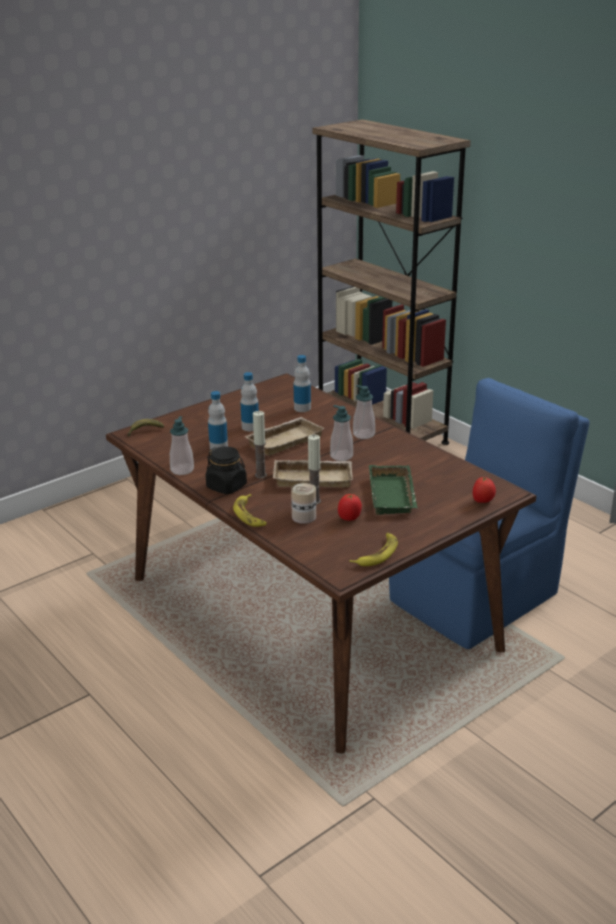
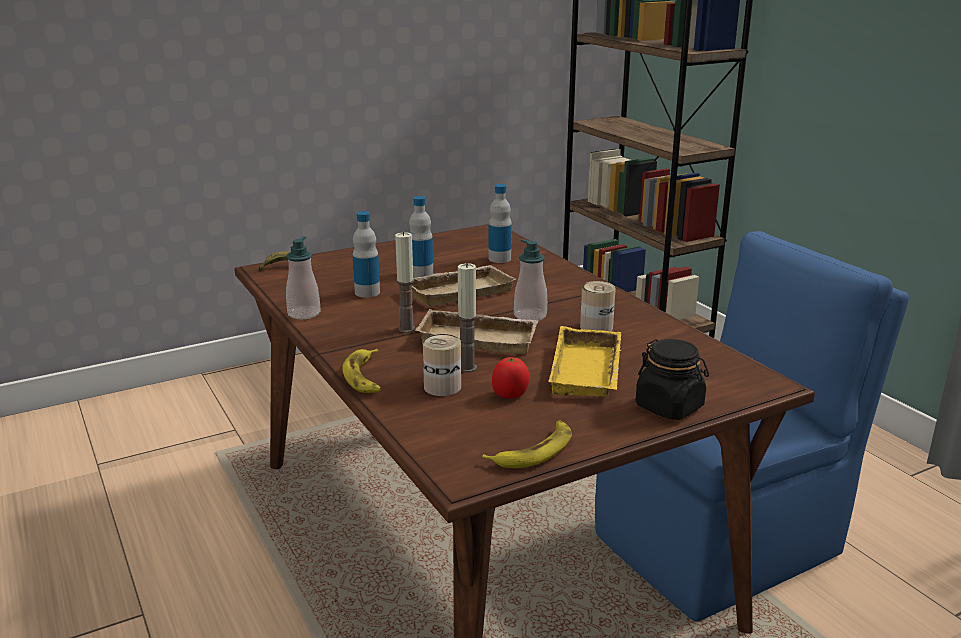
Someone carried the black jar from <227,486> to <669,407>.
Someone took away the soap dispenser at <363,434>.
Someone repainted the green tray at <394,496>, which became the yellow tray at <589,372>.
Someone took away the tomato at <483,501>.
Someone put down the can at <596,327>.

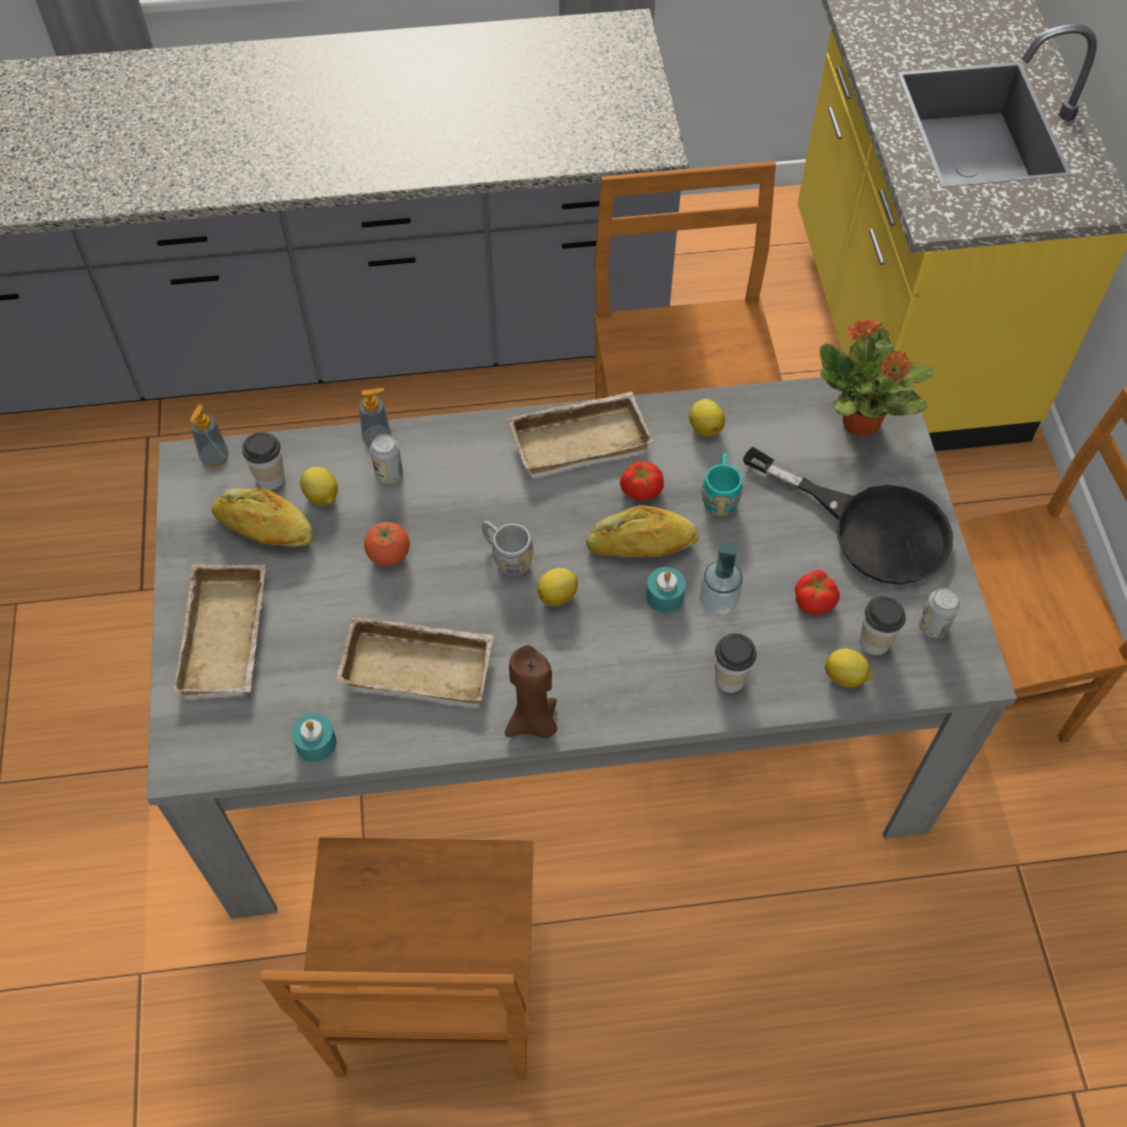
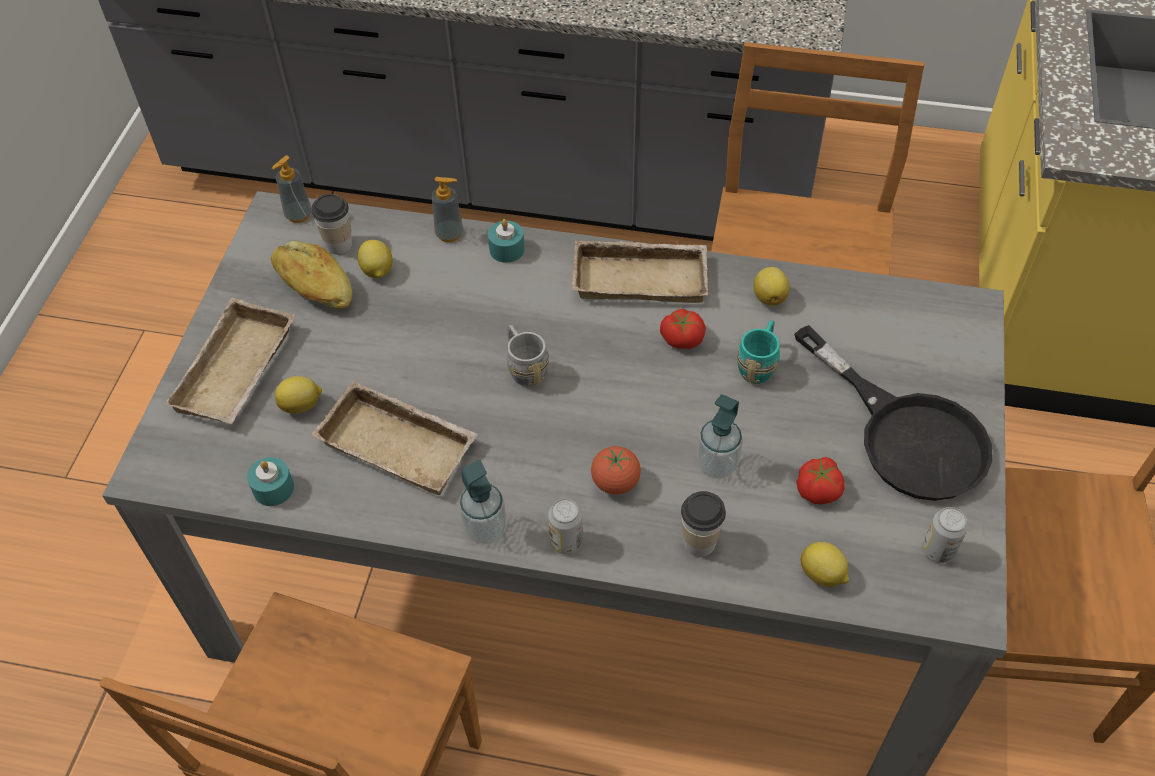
Someone carried the tomato from <389,555> to <615,482>.
Someone carried the can from <389,474> to <566,541>.
Someone swapped the brown candle at <534,722> for the soap dispenser at <485,529>.
Someone carried the lemon from <558,595> to <302,405>.
Someone took away the bread at <641,545>.
Someone carried the turquoise candle from <664,596> to <507,249>.
Someone took away the potted plant at <861,423>.
Someone took away the cup at <874,642>.

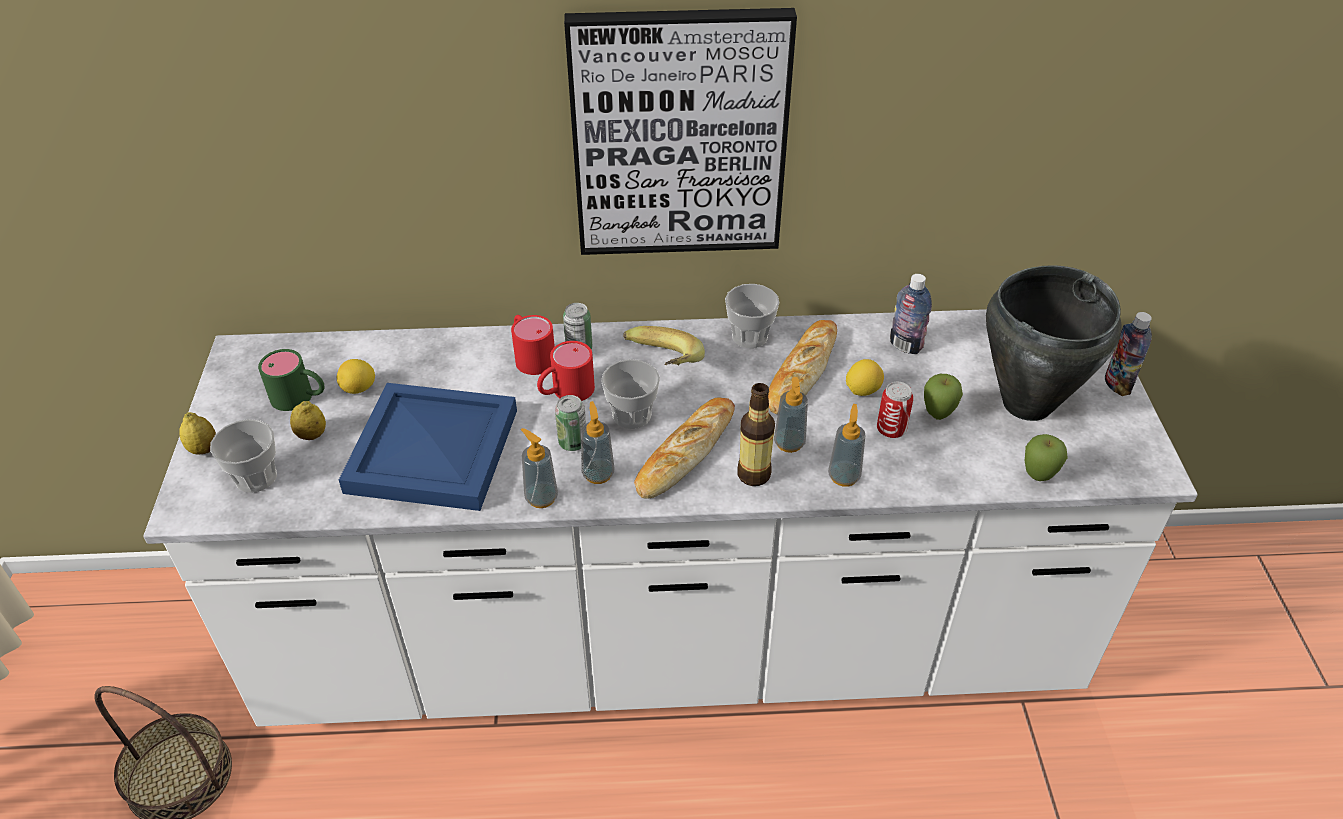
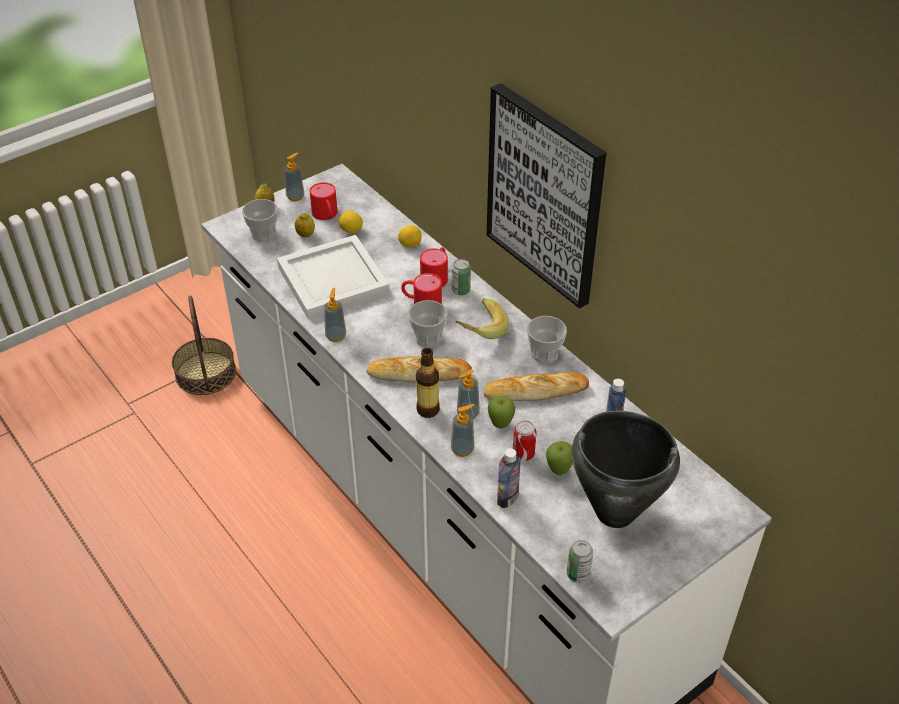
Someone repainted the green mug at <300,398>, which became the red mug at <326,215>.
Someone repainted the blue tray at <435,449>, which became the white tray at <335,280>.
Someone carried the can from <573,442> to <578,574>.
Someone carried the soap dispenser from <598,474> to <295,196>.
Someone carried the lemon from <862,390> to <410,245>.
Someone carried the apple from <1037,477> to <500,425>.
Someone carried the bottle from <1117,385> to <507,498>.

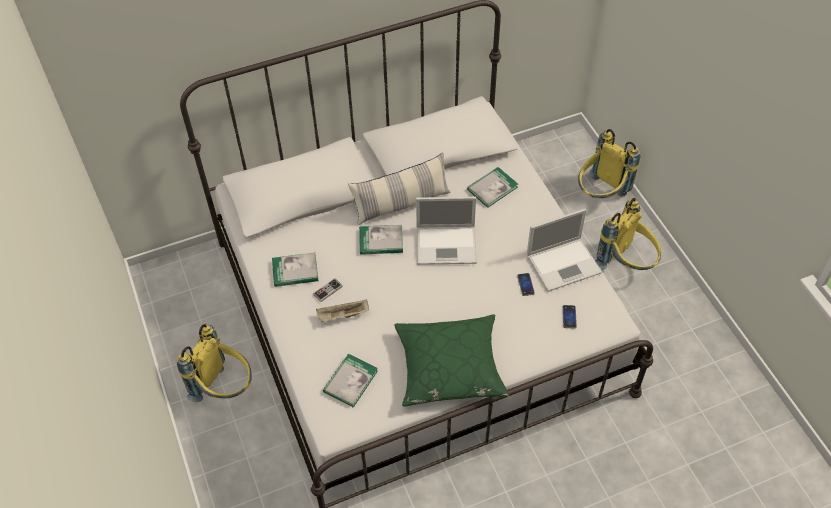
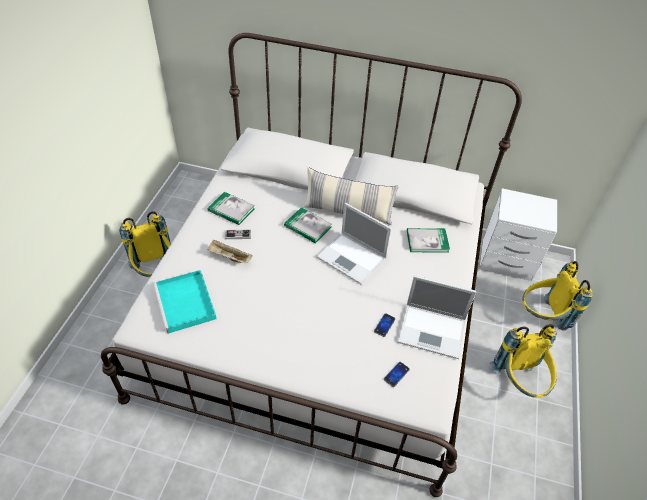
Someone swapped the book at <350,381> for the turquoise tray at <186,304>.
Someone took away the green pillow at <449,367>.
Someone put down the white nightstand at <507,261>.

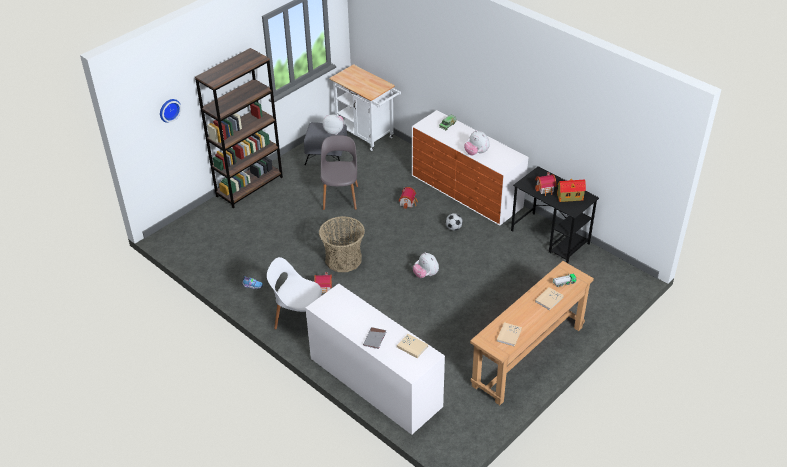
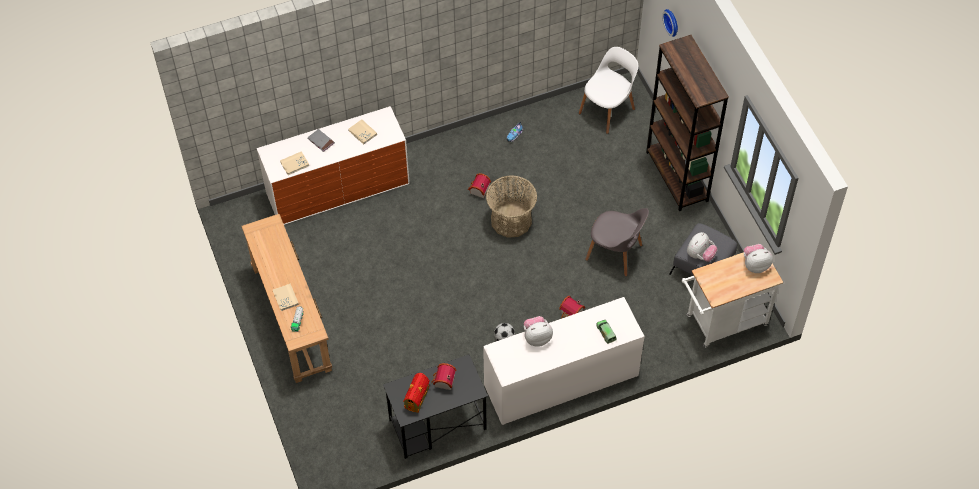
Someone carried the white chair from <299,319> to <607,110>.
Someone carried the plush toy from <425,275> to <755,265>.
Someone carried the beige book from <509,335> to <362,132>.

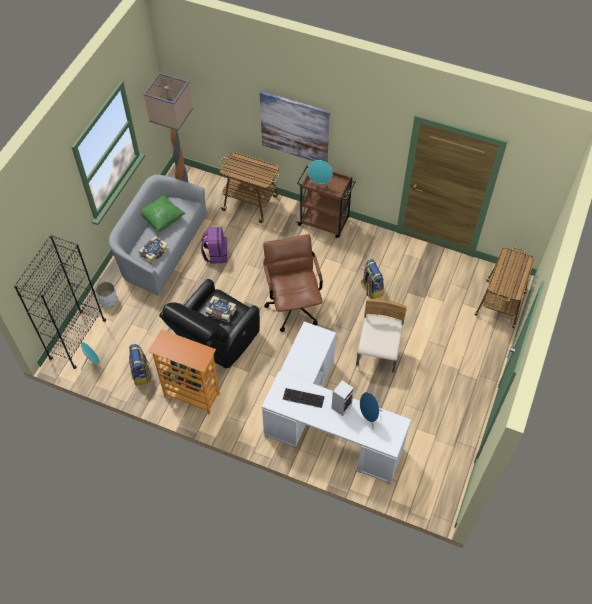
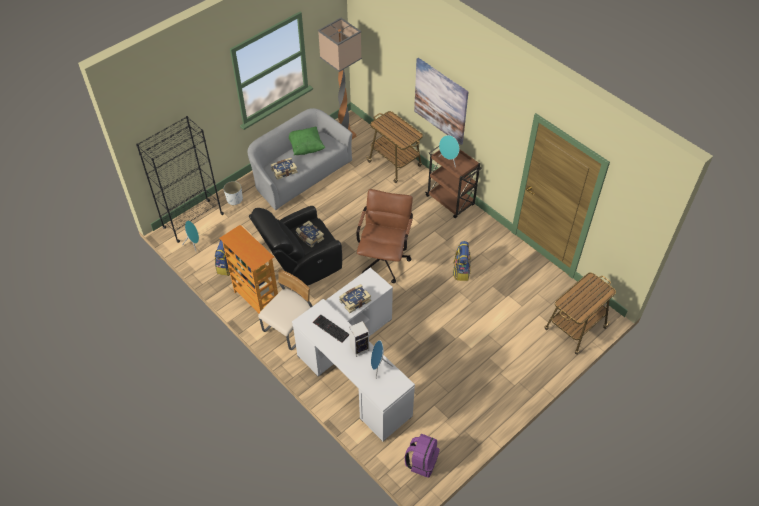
Someone carried the purple backpack from <215,254> to <421,462>.
Someone carried the beige chair from <378,352> to <291,328>.
Someone put down the book at <354,300>.

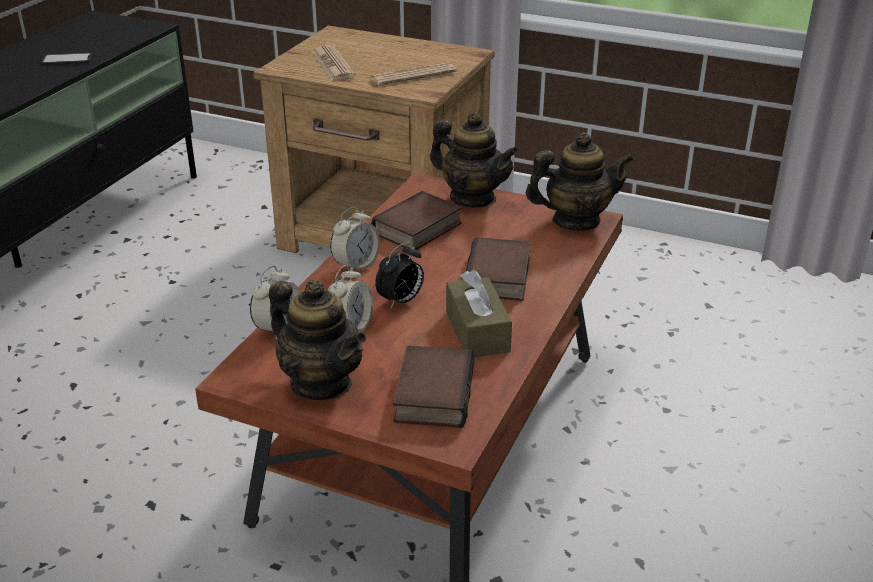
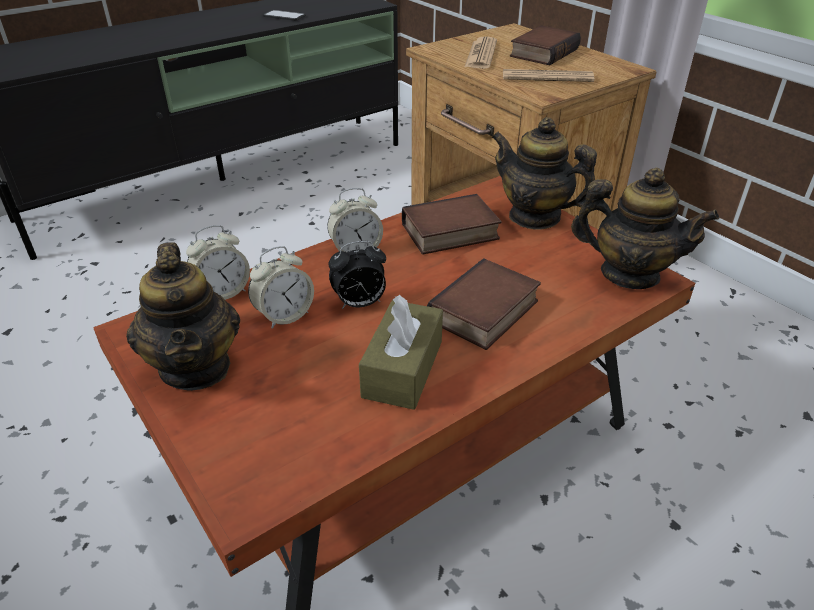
Someone carried the book from <431,393> to <542,52>.
Someone rotated the teapot at <472,198> by 150 degrees clockwise.

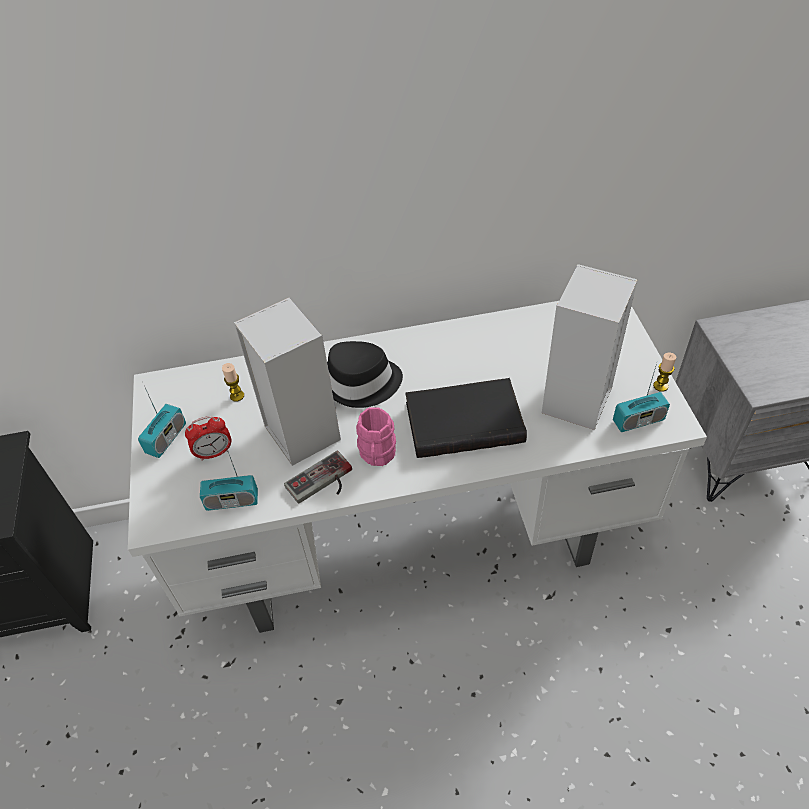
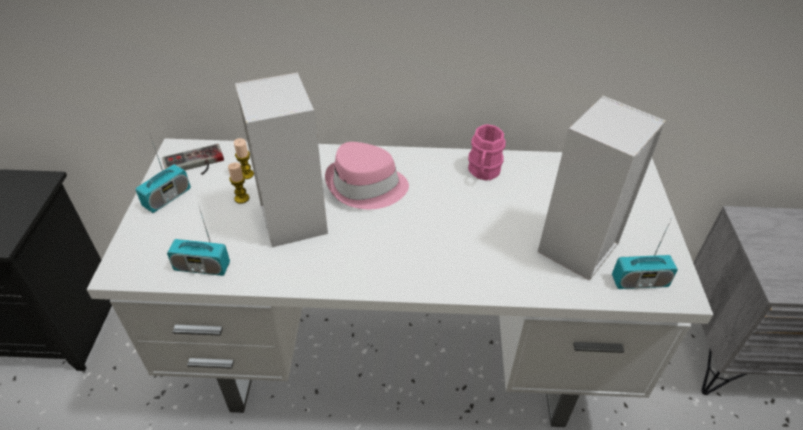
Someone took away the alarm clock at <214,453>.
Someone carried the game controller from <323,483> to <195,165>.
Someone repainted the black hat at <361,383>, which became the pink hat at <366,187>.
Someone carried the pink mug from <377,455> to <483,172>.
Someone took away the black book at <464,420>.
Someone carried the candle from <660,386> to <242,198>.

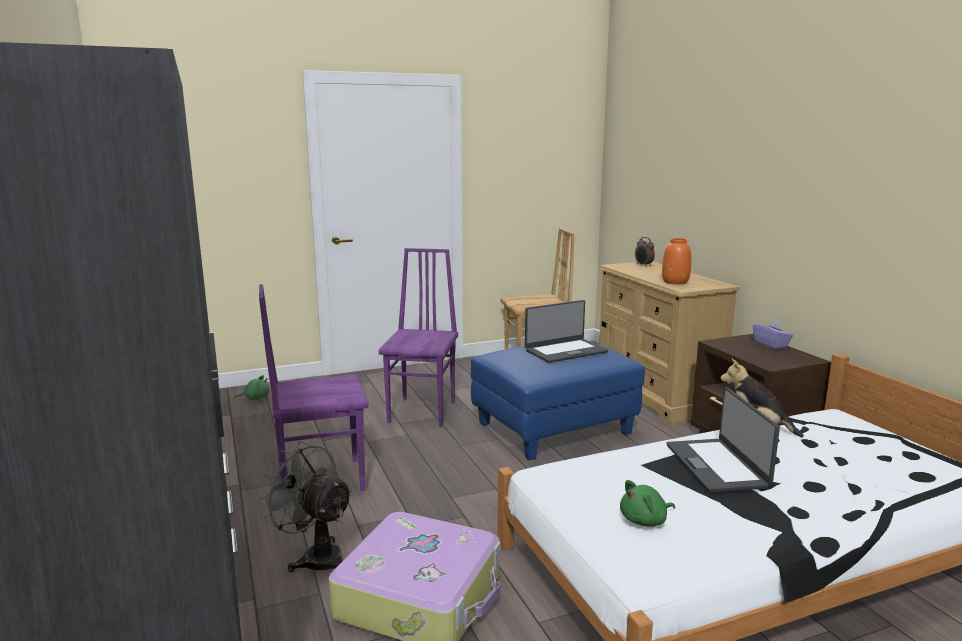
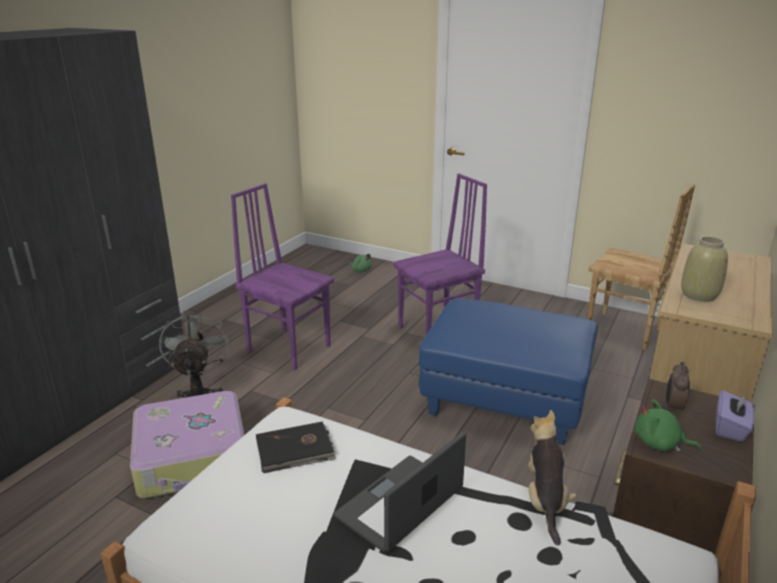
Someone took away the laptop at <565,351>.
Someone carried the green plush toy from <645,521> to <659,444>.
Someone carried the alarm clock from <643,265> to <673,407>.
Someone repainted the orange vase at <675,282>, which became the beige vase at <699,295>.
Someone put down the black book at <295,450>.

